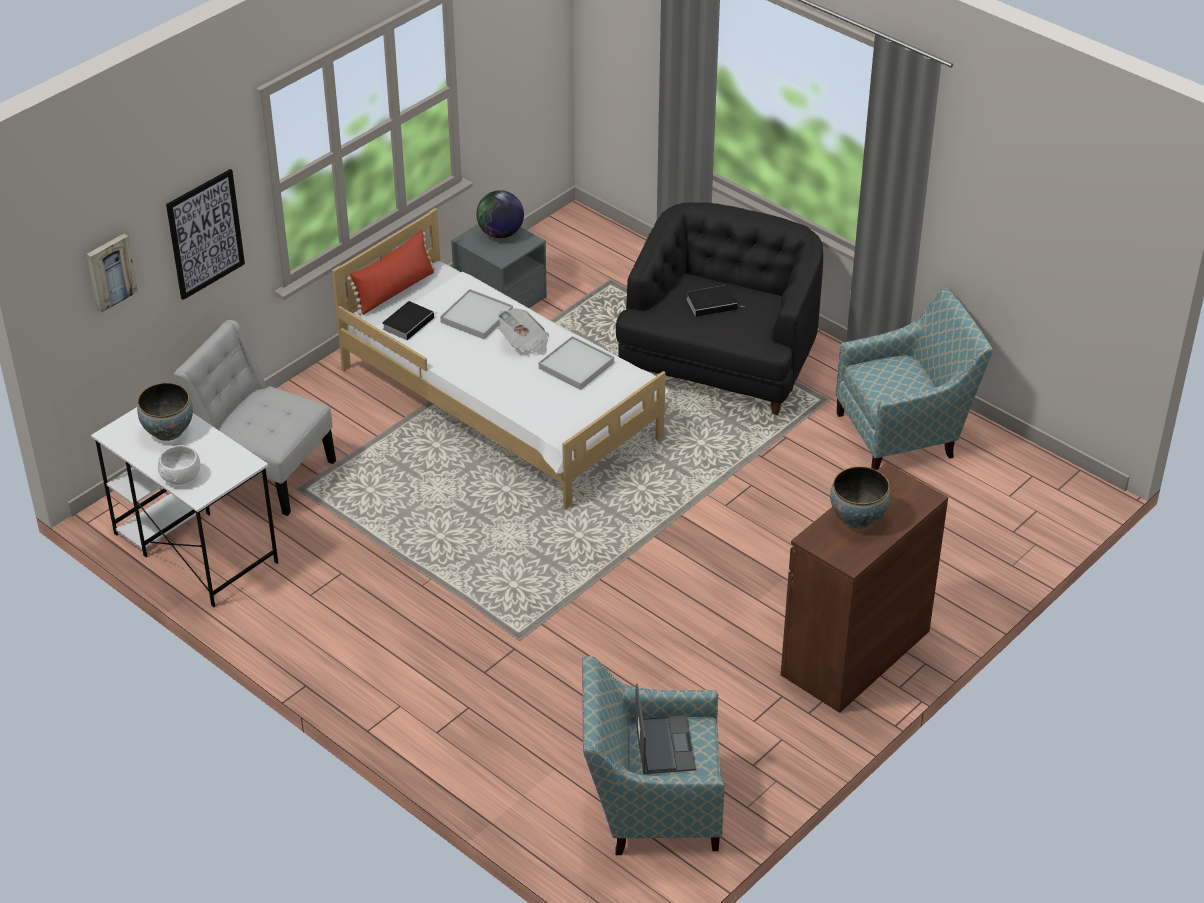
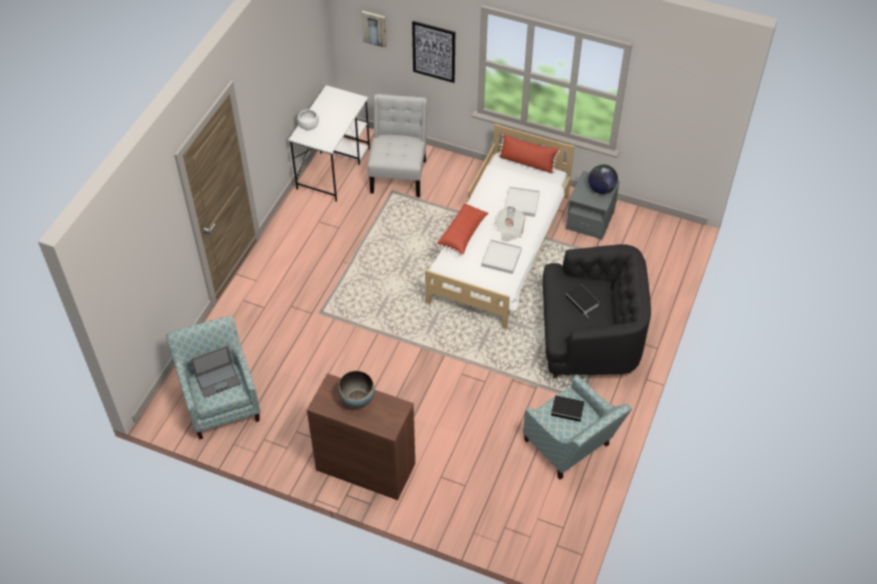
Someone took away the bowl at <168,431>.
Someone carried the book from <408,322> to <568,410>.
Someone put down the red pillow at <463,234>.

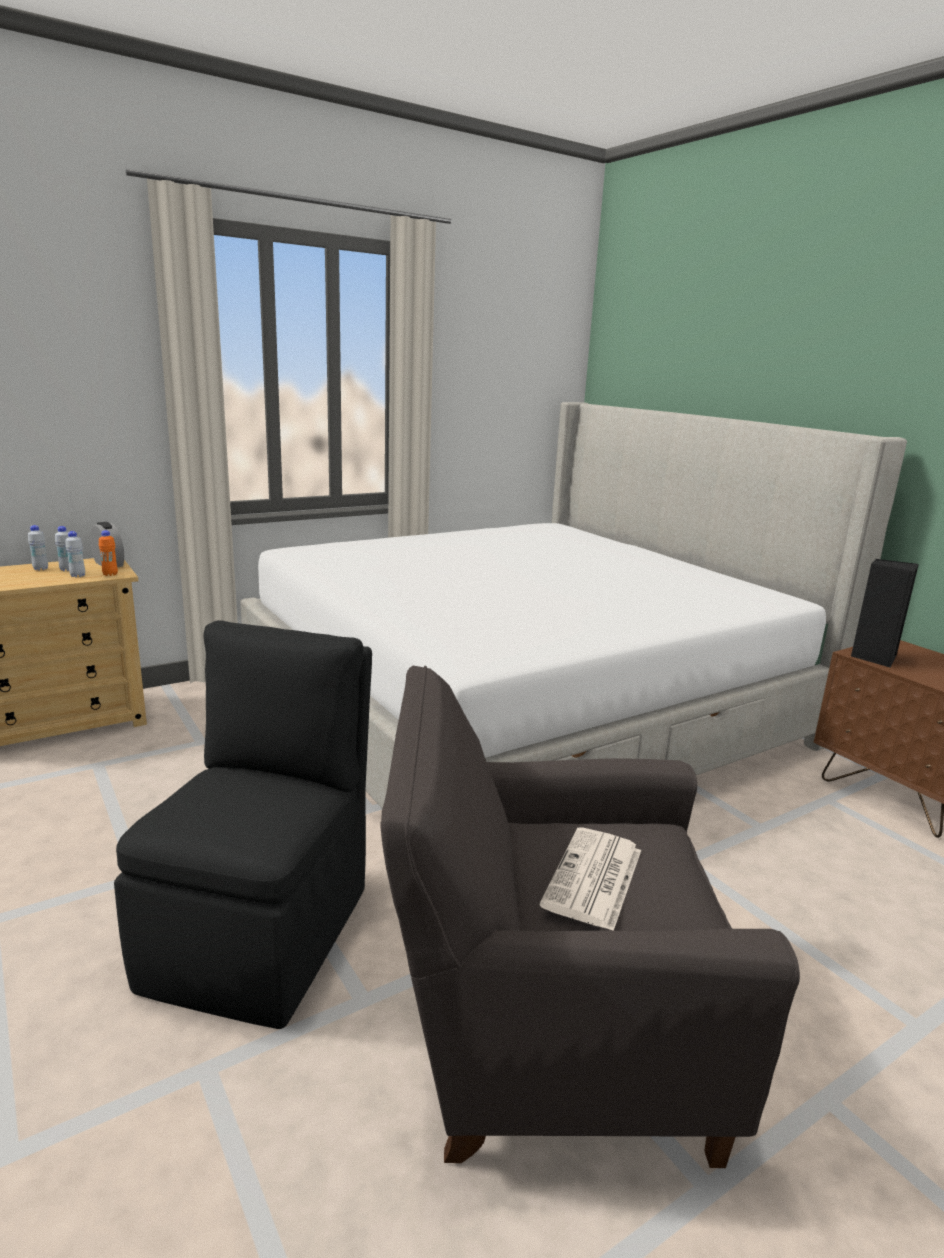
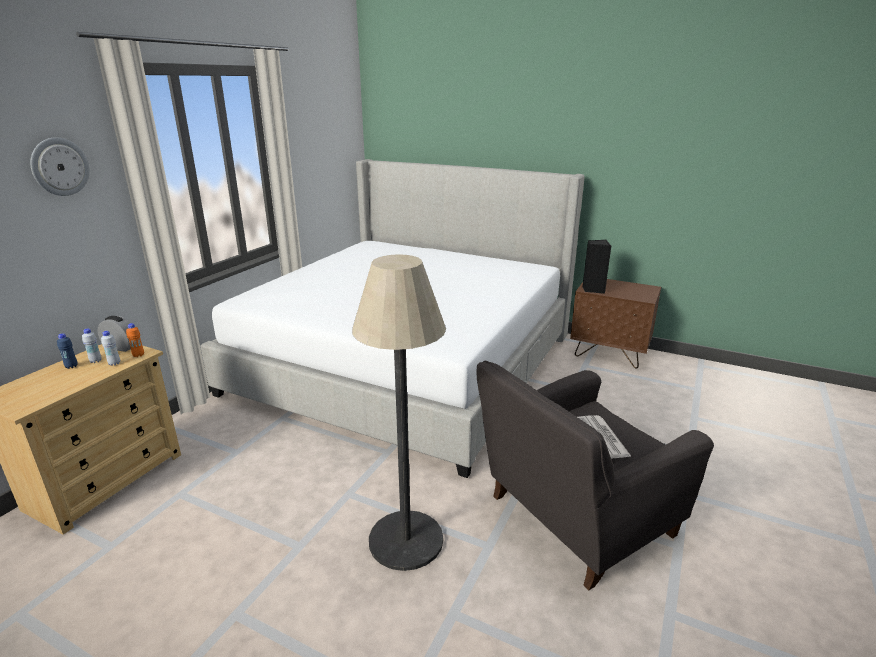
Someone repainted the white bottle at <40,569>, which became the blue bottle at <71,366>.
Someone swapped the black chair at <263,932> for the floor lamp at <406,540>.
Someone put up the wall clock at <59,167>.

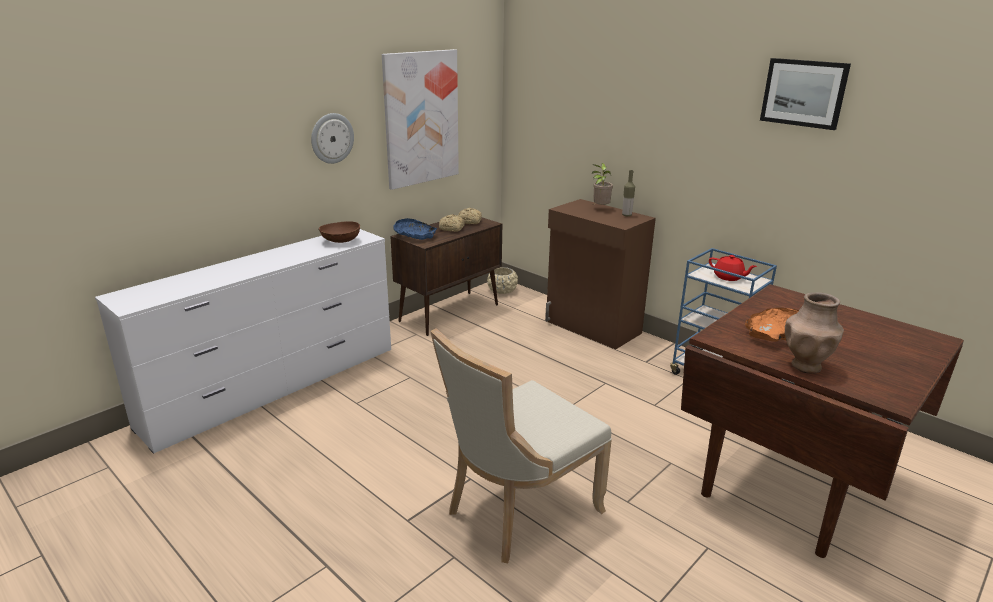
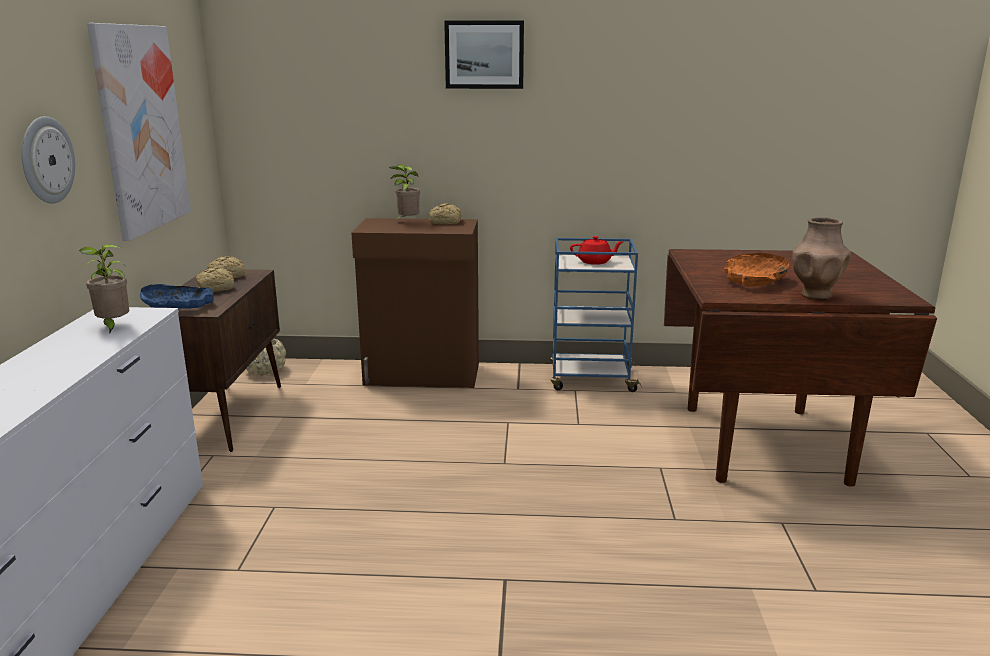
Someone swapped the brown bowl at <340,241> for the potted plant at <113,327>.
Someone took away the beige chair at <517,511>.
Someone swapped the bottle at <626,215> for the bread at <446,222>.
Someone carried the picture from <803,93> to <484,55>.

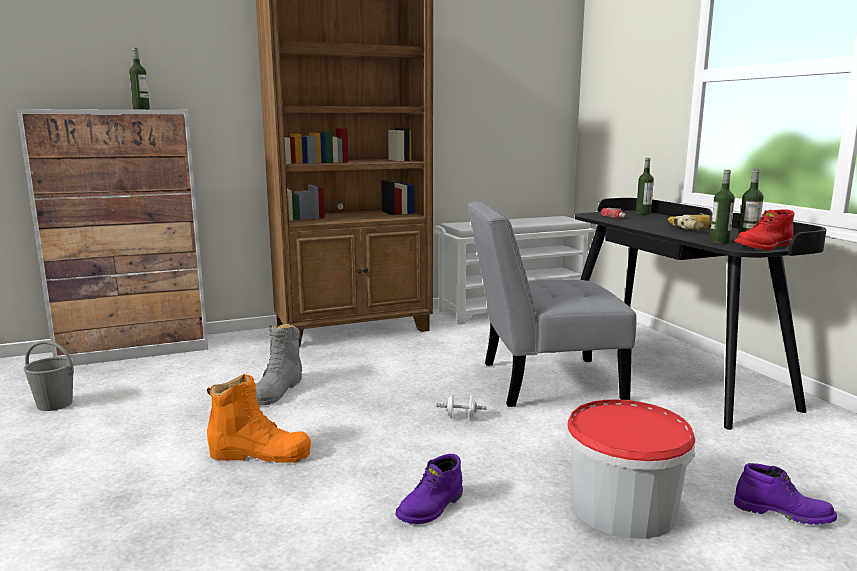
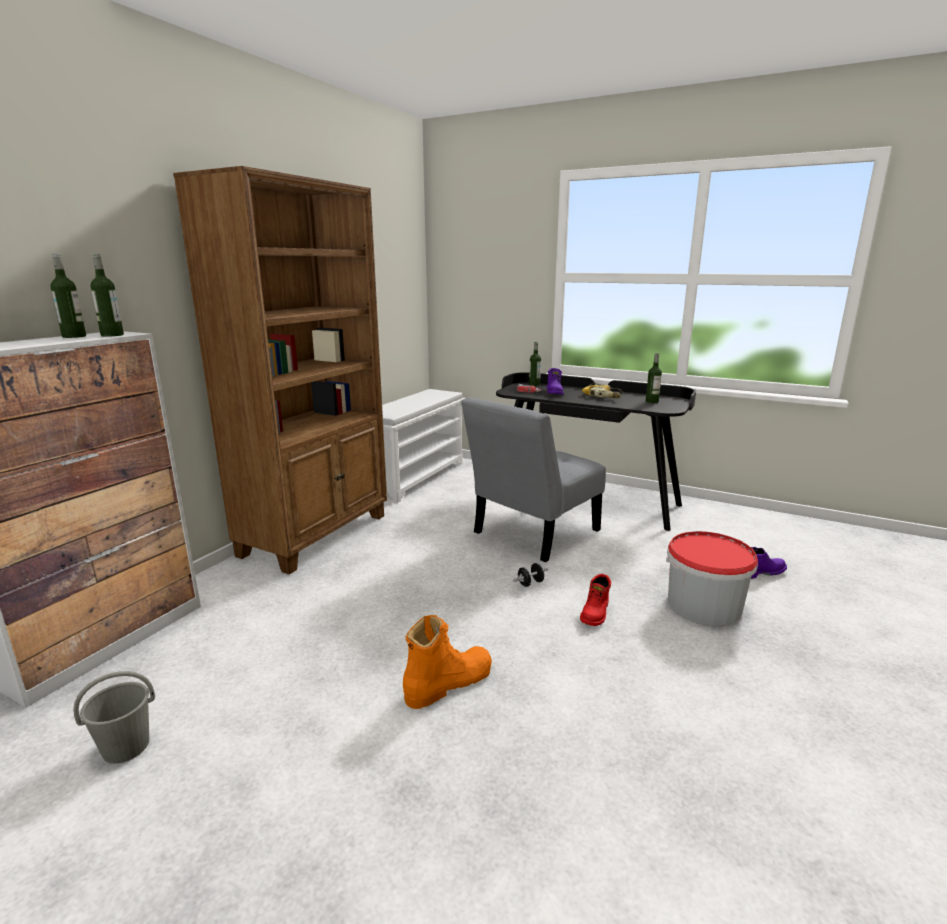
Someone took away the grey boot at <277,390>.
Someone carried the purple boot from <431,508> to <554,392>.
Someone repainted the white dumbbell at <461,417>, which became the black dumbbell at <530,583>.
Someone carried the bottle from <719,242> to <112,335>.
Someone carried the red boot from <764,247> to <596,613>.

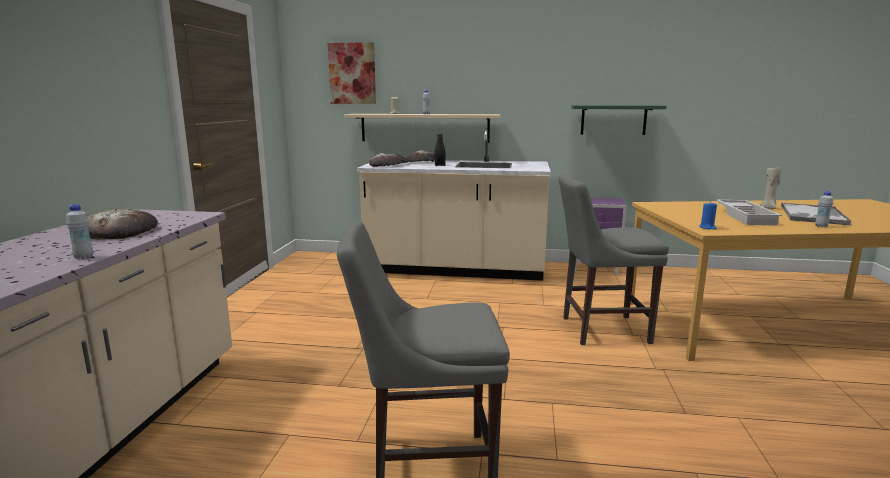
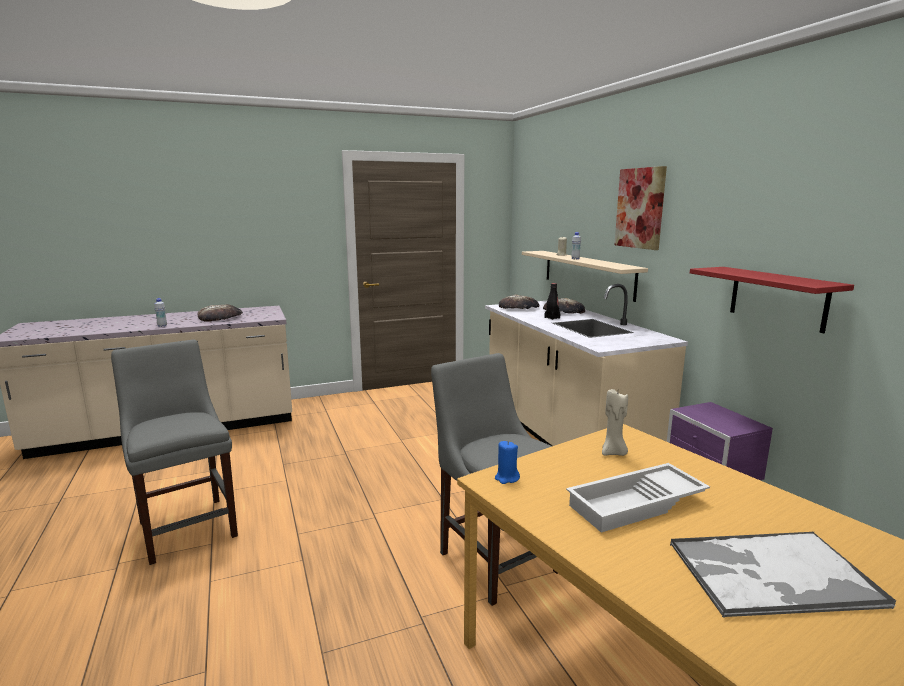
Someone carried the picture from <352,73> to <640,208>.
Someone repainted the green shelf at <613,120>, which became the red shelf at <777,298>.
Someone carried the beige candle from <768,208> to <613,453>.
Someone took away the white bottle at <821,226>.

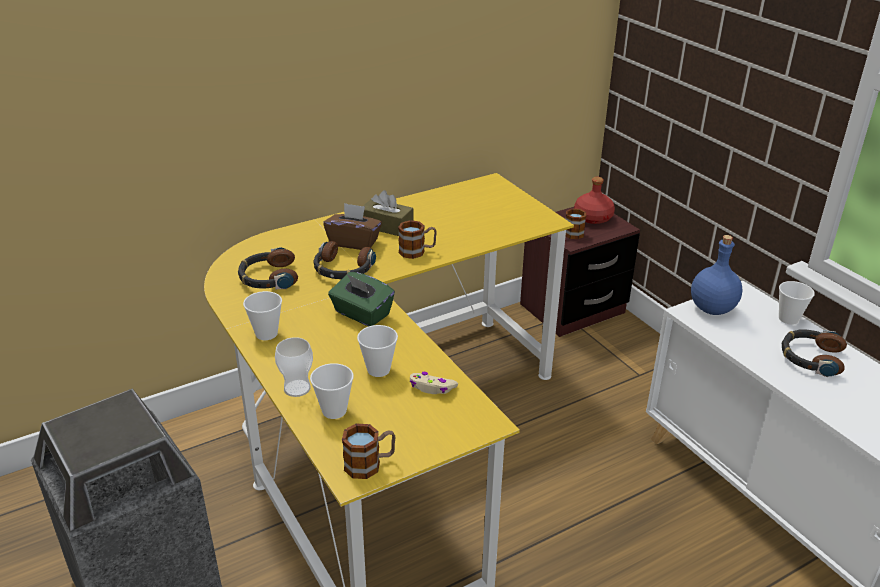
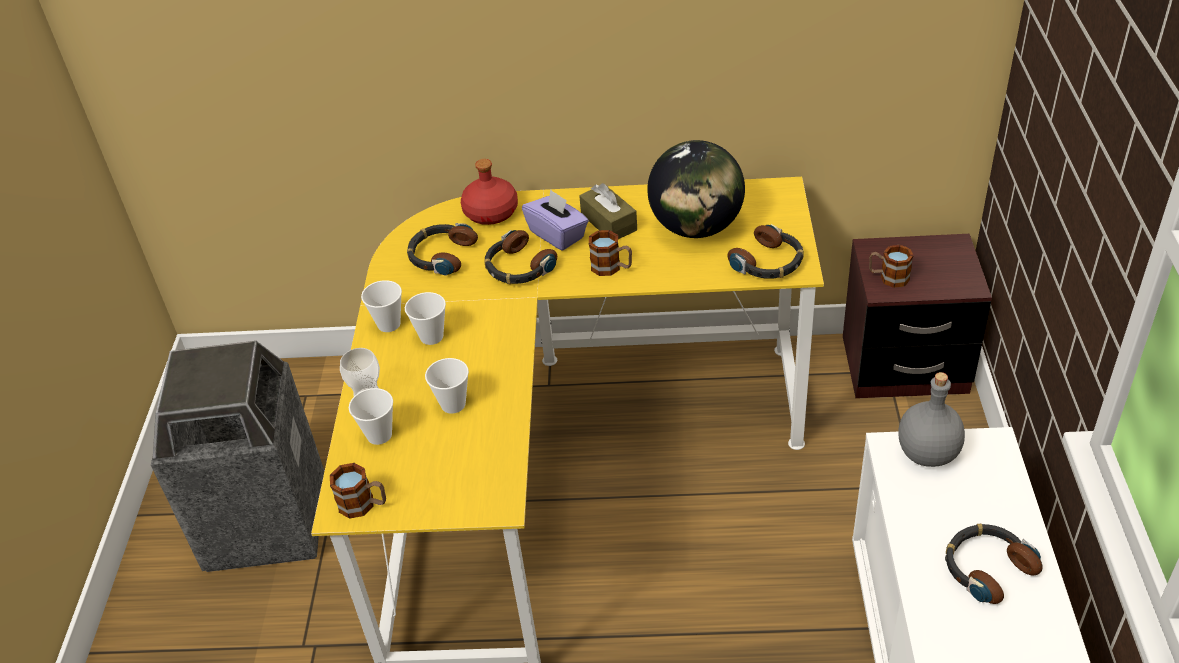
Someone repainted the brown tissue box at <354,242>, which became the purple tissue box at <557,234>.
Someone took away the green tissue box at <361,314>.
Someone took away the beige game controller at <432,387>.
Someone carried the red bottle from <593,217> to <491,213>.
Someone repainted the blue bottle at <711,309>, which became the grey bottle at <926,453>.
Someone carried the cup from <788,319> to <431,336>.
Someone put down the globe at <696,227>.
Someone put down the headphones at <768,262>.

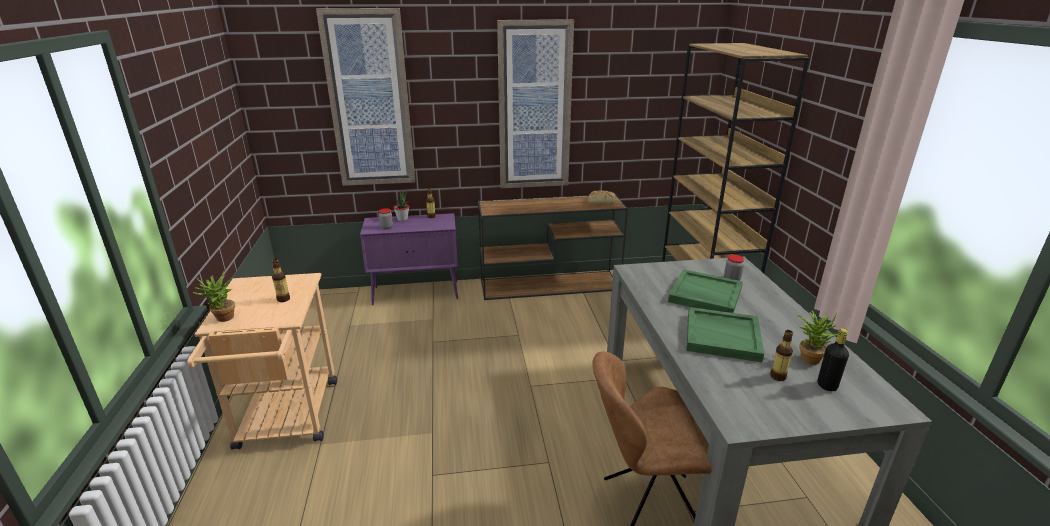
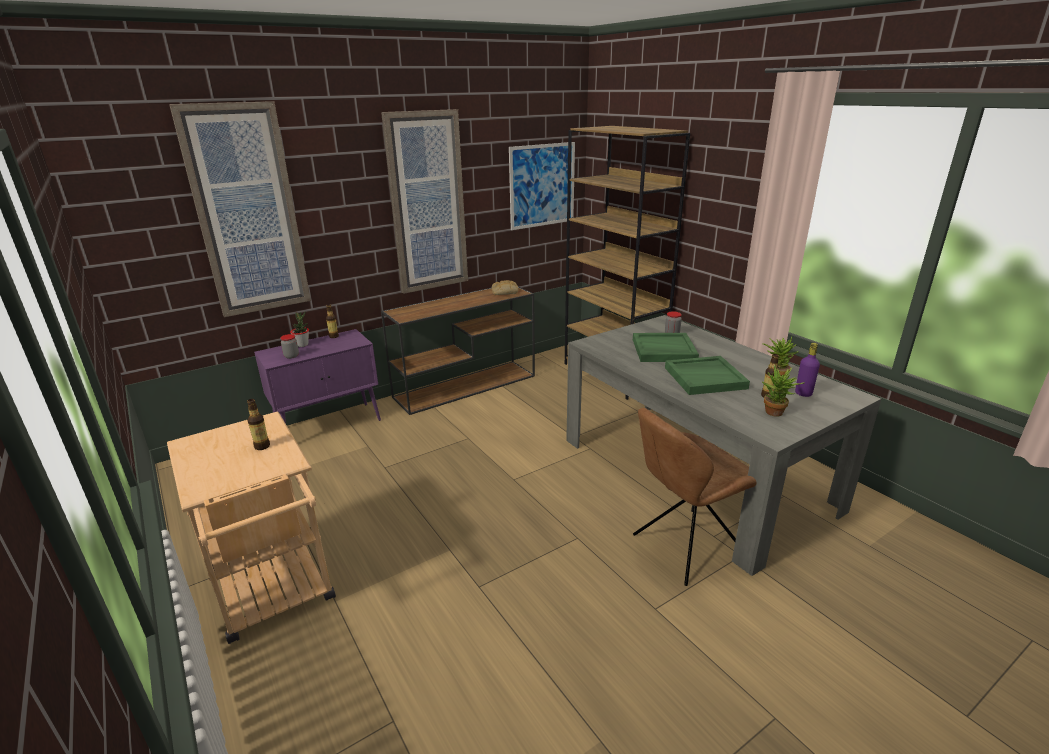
Someone carried the potted plant from <222,319> to <775,414>.
Someone repainted the black bottle at <827,385>, which became the purple bottle at <803,393>.
Someone put up the picture at <542,185>.

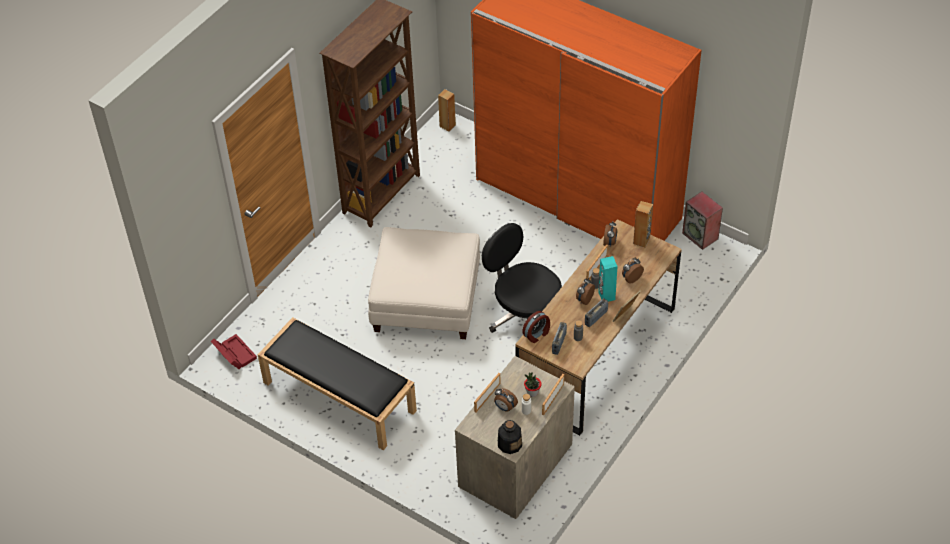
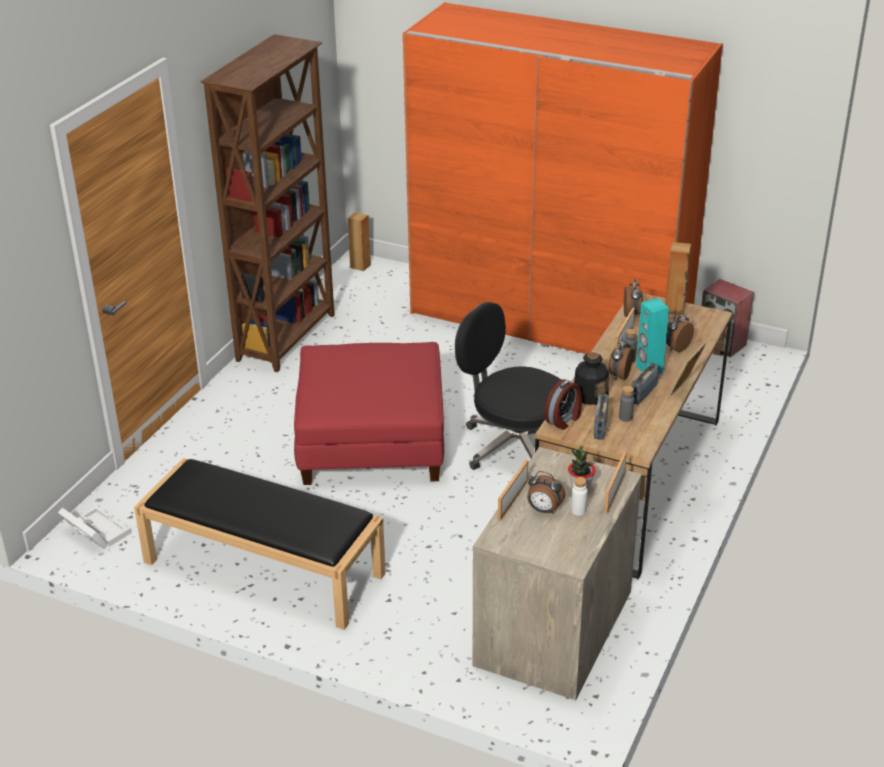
Someone repainted the red storage box at <234,354>, which became the white storage box at <94,531>.
Someone repainted the white ottoman at <426,299>, which became the red ottoman at <371,442>.
Someone carried the bottle from <509,443> to <590,395>.

